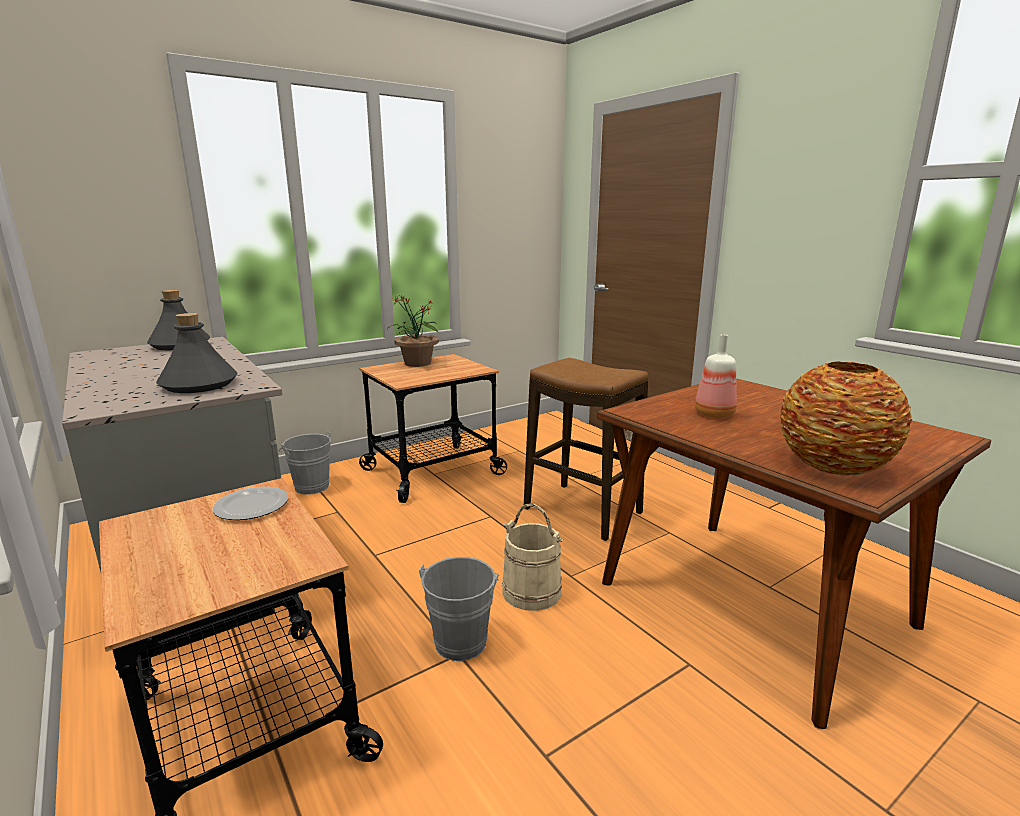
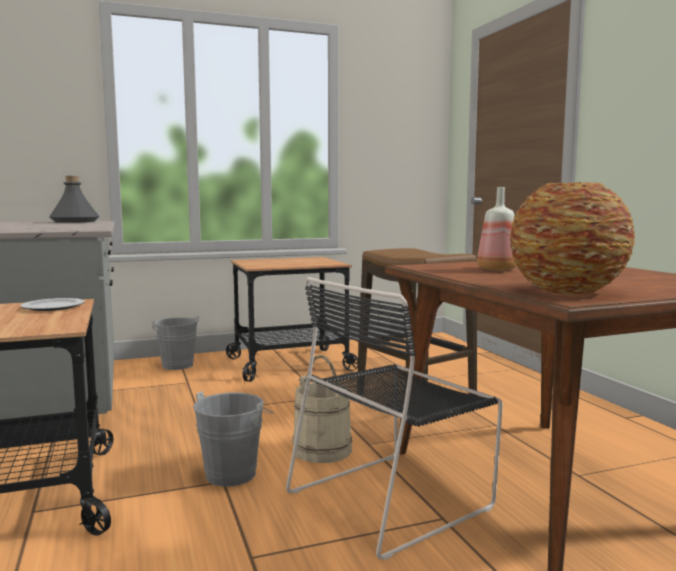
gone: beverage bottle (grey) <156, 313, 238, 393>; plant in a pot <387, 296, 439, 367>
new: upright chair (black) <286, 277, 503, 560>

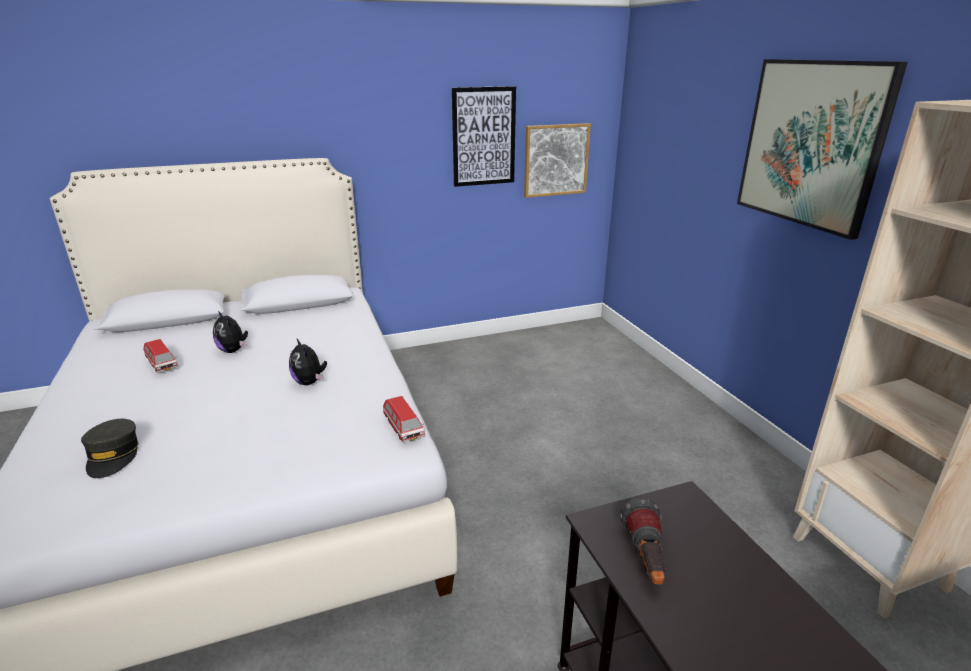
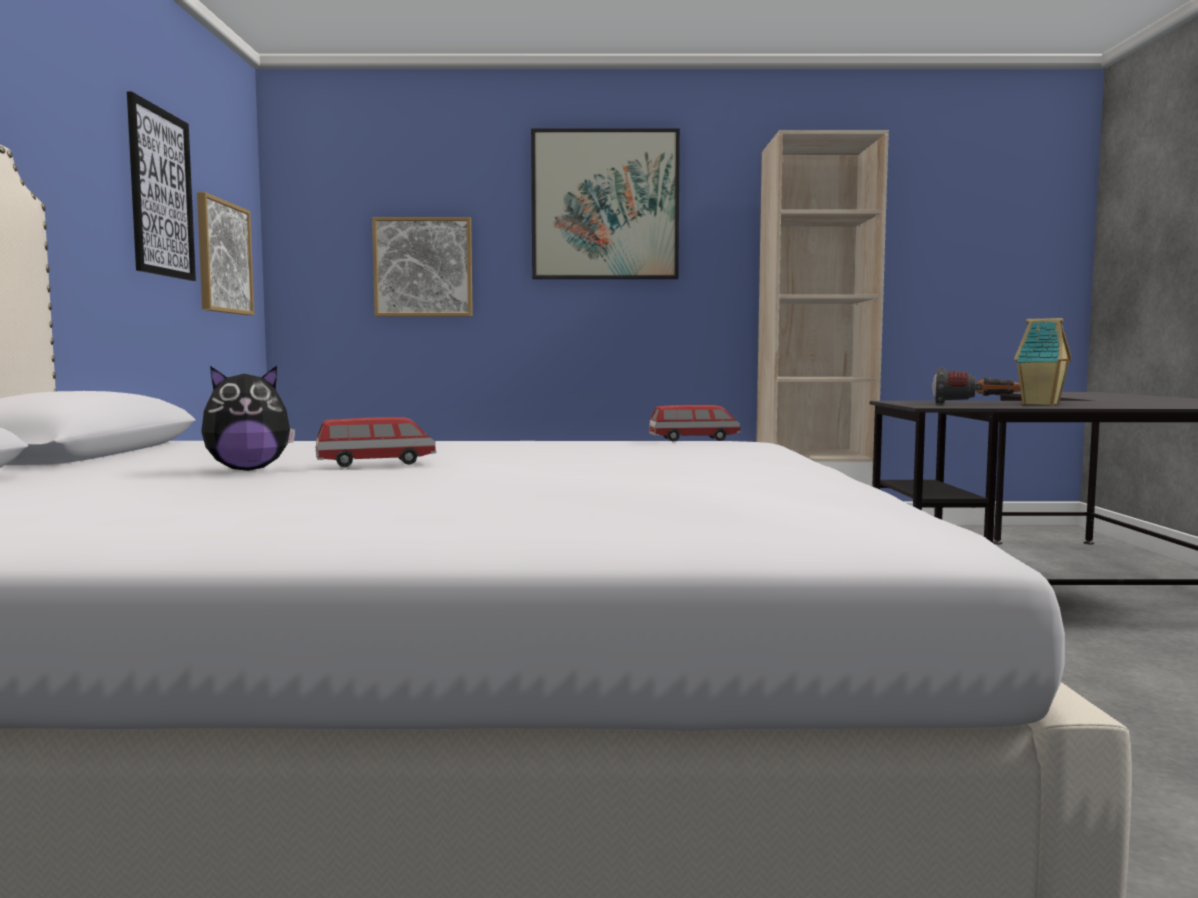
gone: cap (grey) <81, 419, 139, 478>; cuddly toy <289, 339, 327, 385>
new: wall picture <372, 217, 473, 316>; model house <1014, 318, 1072, 405>
shifted: model car <143, 339, 178, 373> to <315, 417, 436, 467>

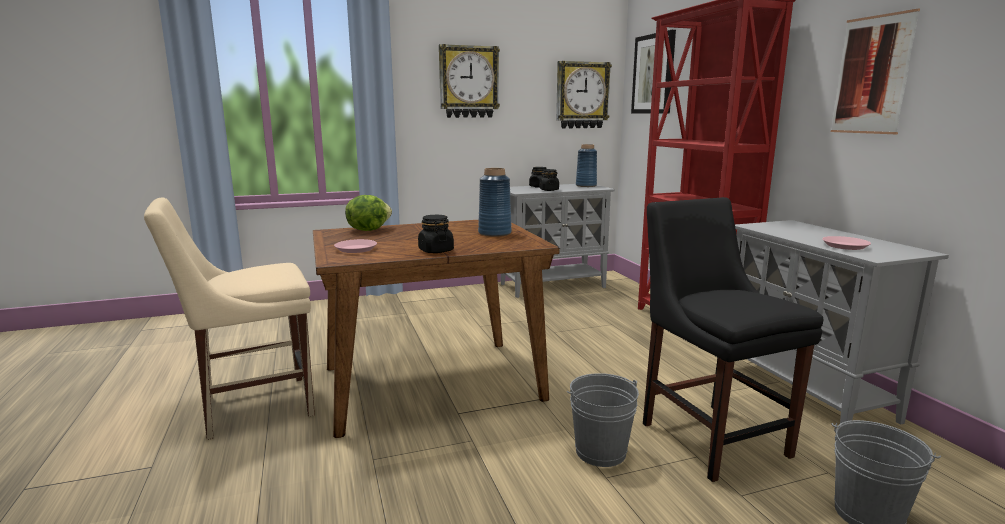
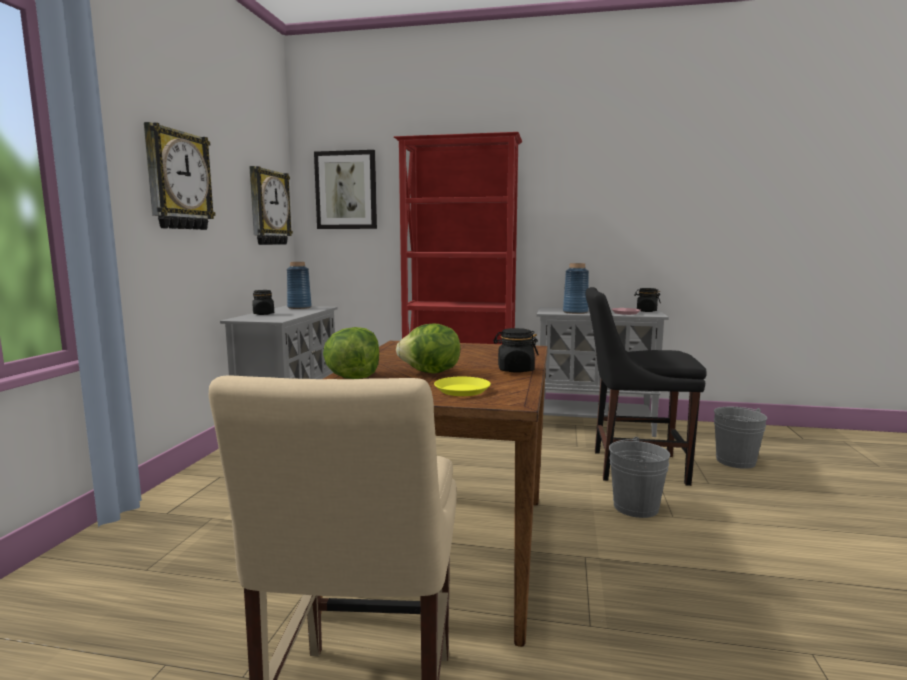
gone: wall picture <831, 9, 920, 134>
new: head of lettuce <396, 323, 460, 374>
shifted: decorative vase (blue-coloured) <478, 168, 512, 237> to <563, 263, 589, 314>; jar (black) <539, 169, 559, 191> to <634, 288, 661, 312>
repainted: plate (pink) <334, 239, 377, 253> to plate (yellowish) <434, 377, 491, 396>

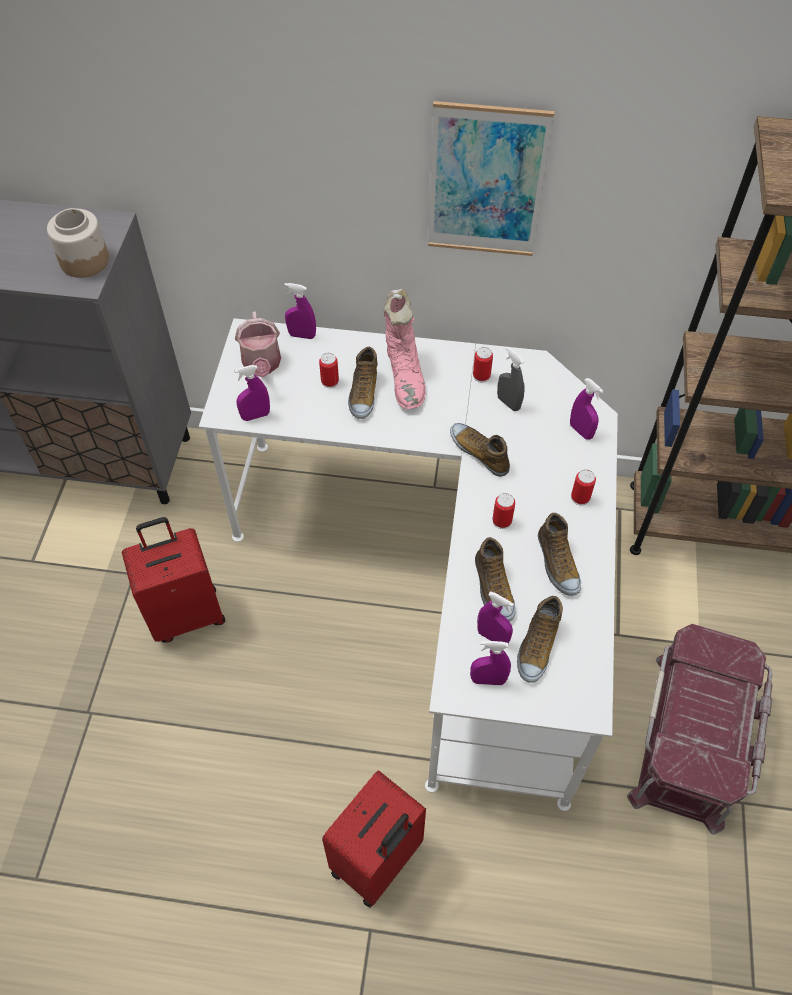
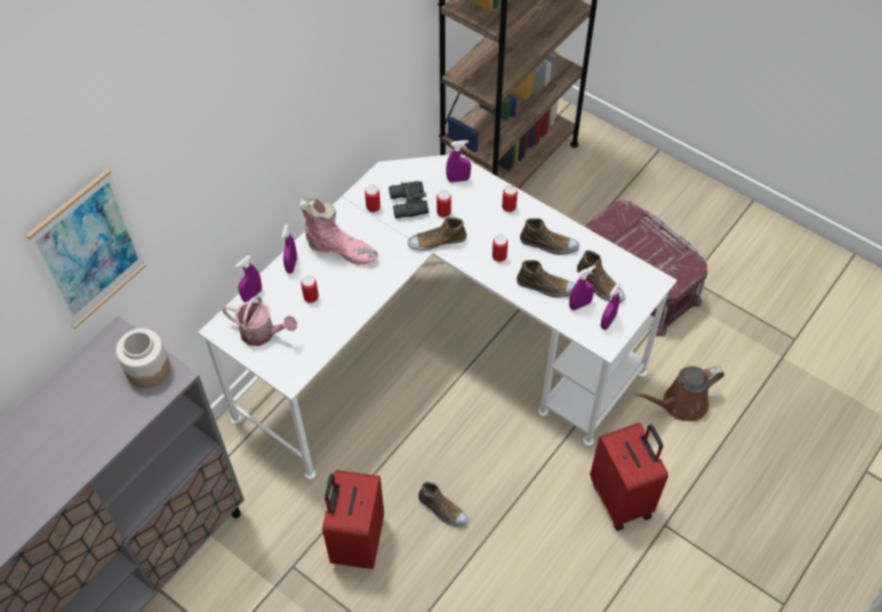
new: sealed can <437, 190, 451, 218>; sprinkling can (brownish) <636, 366, 724, 421>
shifted: wall picture <428, 101, 554, 256> to <26, 169, 147, 329>; sprayer (purplish) <234, 365, 270, 421> to <281, 224, 297, 274>; shoe <348, 347, 377, 419> to <418, 482, 468, 527>
swapped: sprayer (grey) <497, 347, 524, 411> to binoculars (black) <389, 181, 429, 219>

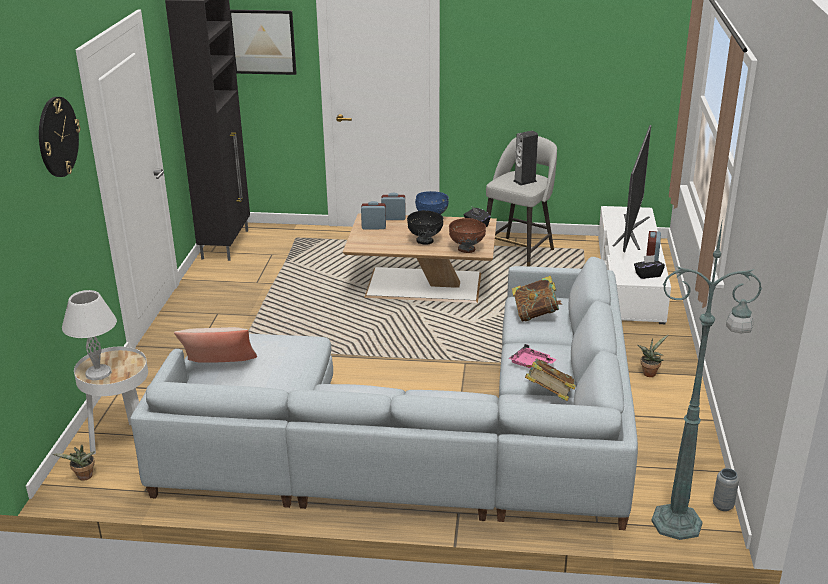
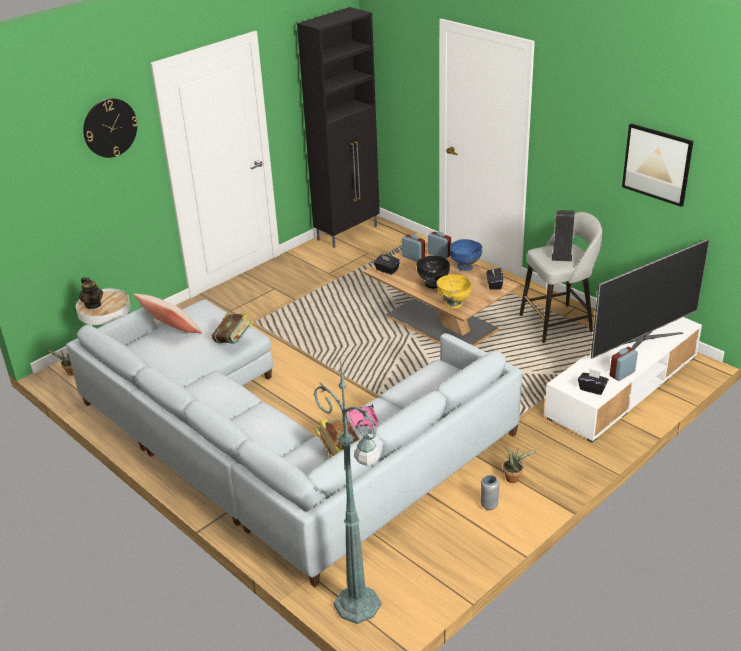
new: tissue box (black) <374, 254, 400, 275>
shifted: bound book <512, 276, 562, 322> to <212, 313, 254, 344>; decorative vase (grey) <713, 468, 739, 511> to <480, 475, 499, 510>; wall picture <230, 10, 297, 75> to <622, 124, 693, 207>
swapped: tabletop lamp (white-coloured) <62, 290, 117, 380> to teapot <79, 277, 103, 309>
repainted: bowl (brownish) <449, 218, 486, 253> to bowl (yellowish) <437, 274, 471, 309>

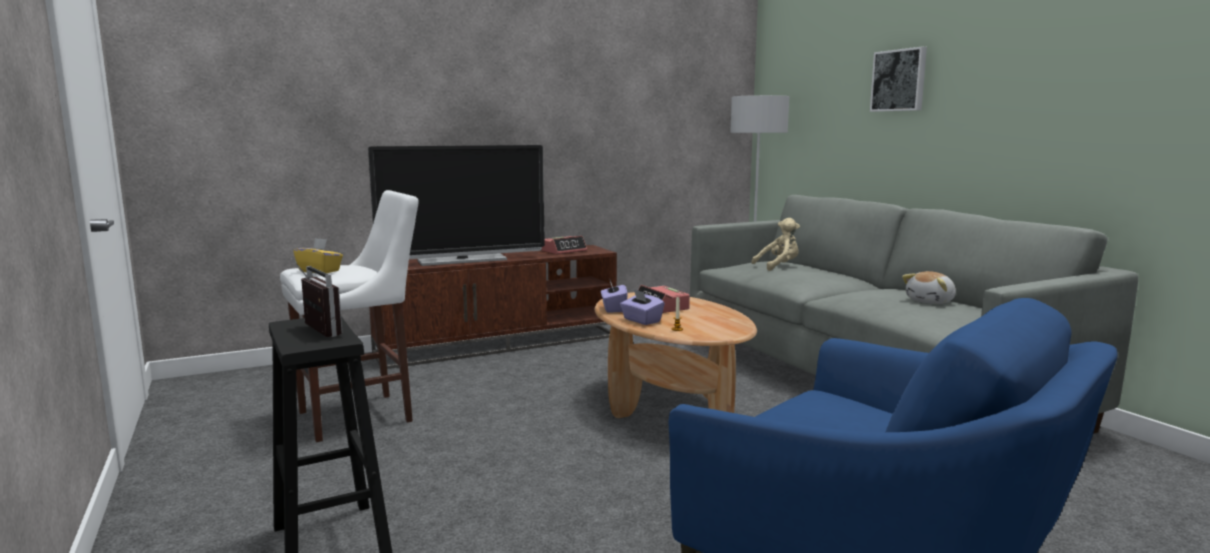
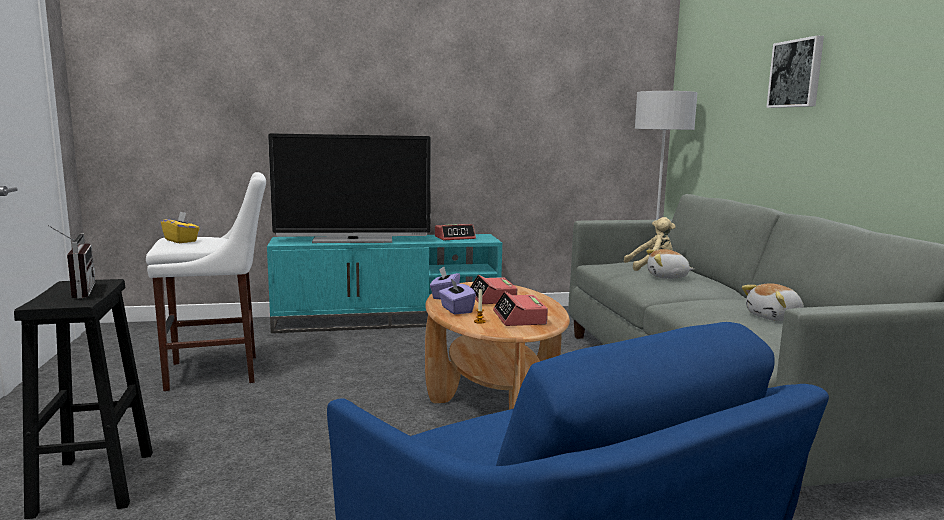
new: alarm clock <493, 292, 548, 326>; cuddly toy <646, 249, 694, 279>
repainted: media console (brownish) <369, 245, 617, 369> to media console (blue-green) <267, 234, 502, 333>

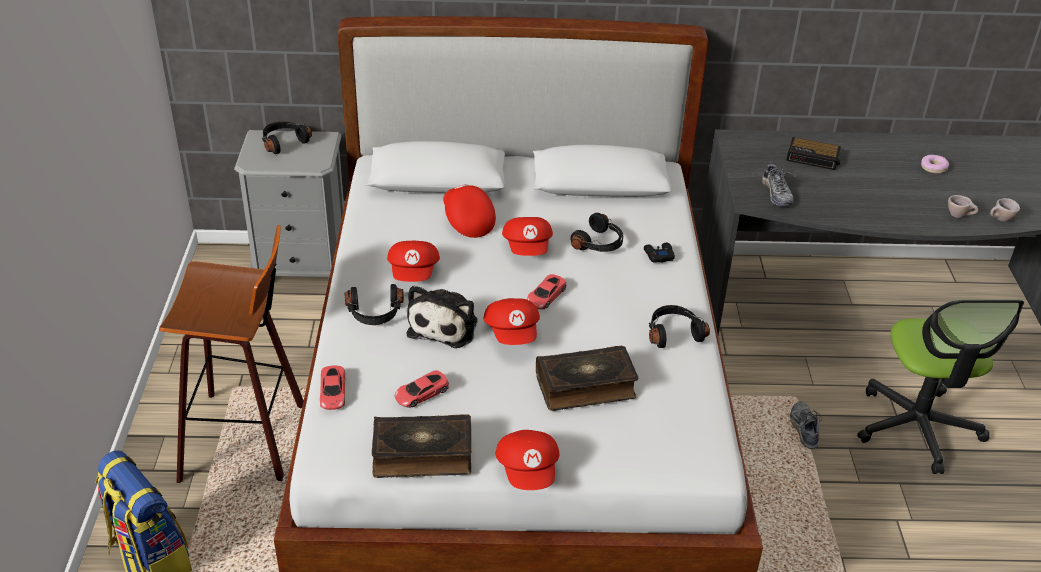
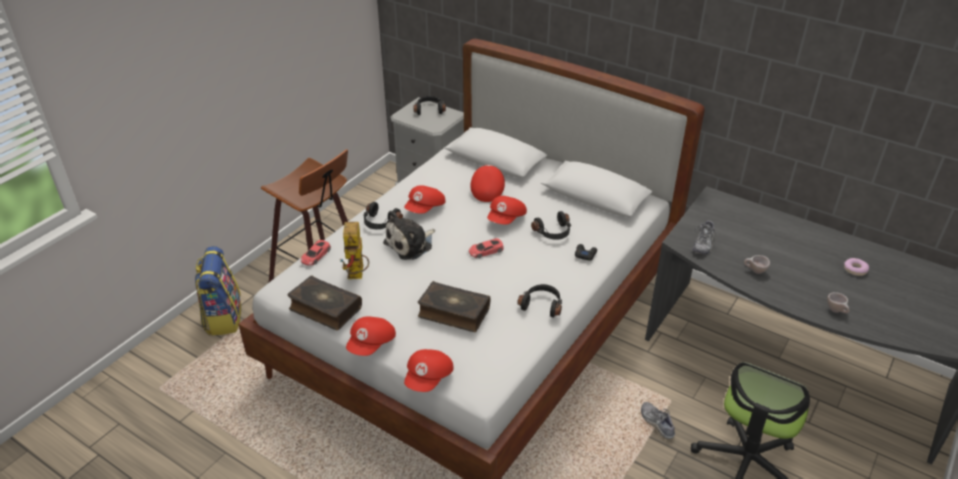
gone: alarm clock <786, 137, 841, 170>
shifted: cap (red) <484, 298, 540, 345> to <404, 349, 454, 392>; small cup (sand-coloured) <990, 198, 1020, 222> to <744, 255, 770, 274>
swapped: model car (red) <395, 370, 449, 408> to model robot <340, 222, 369, 279>
rotated: shoe <790, 402, 822, 449> = <641, 402, 675, 439> 60 degrees counterclockwise

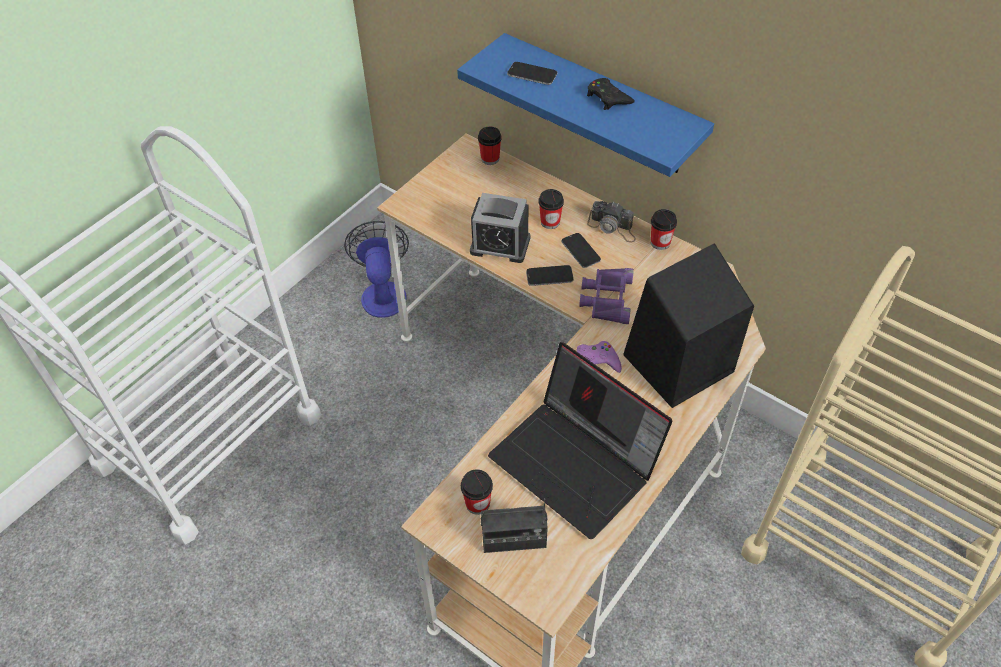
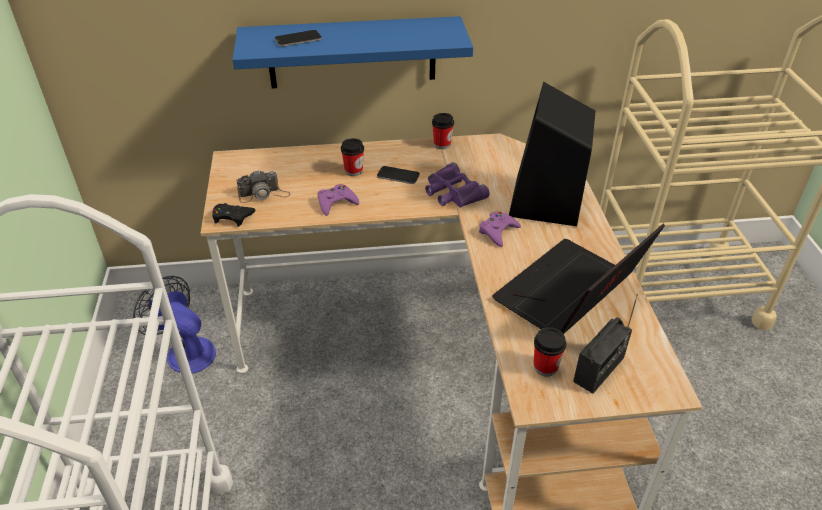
gone: small cup <478, 127, 502, 165>; telephone <526, 265, 574, 286>
shifted: joypad (black) <587, 78, 635, 110> to <212, 203, 255, 227>; photo camera <587, 201, 636, 242> to <237, 171, 291, 203>
swapped: alarm clock <470, 193, 531, 263> to joypad (purplish) <317, 184, 359, 216>
rotated: portable computer <488, 342, 672, 539> = <492, 223, 665, 334> 135 degrees clockwise

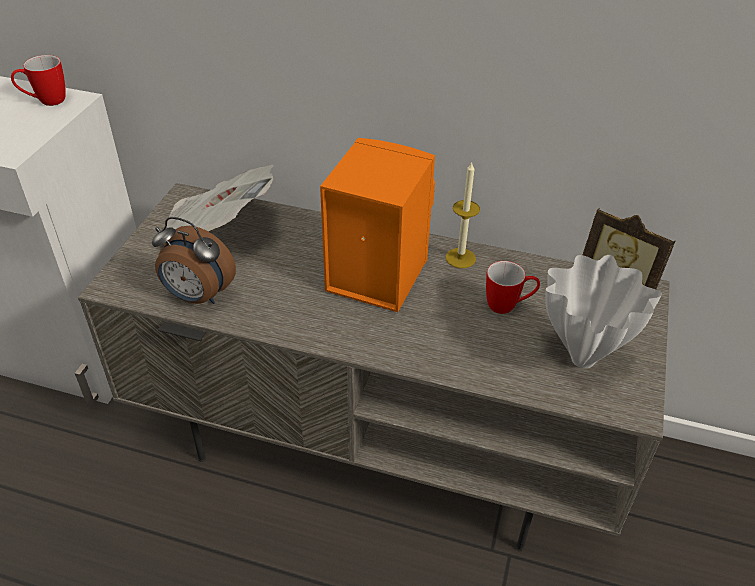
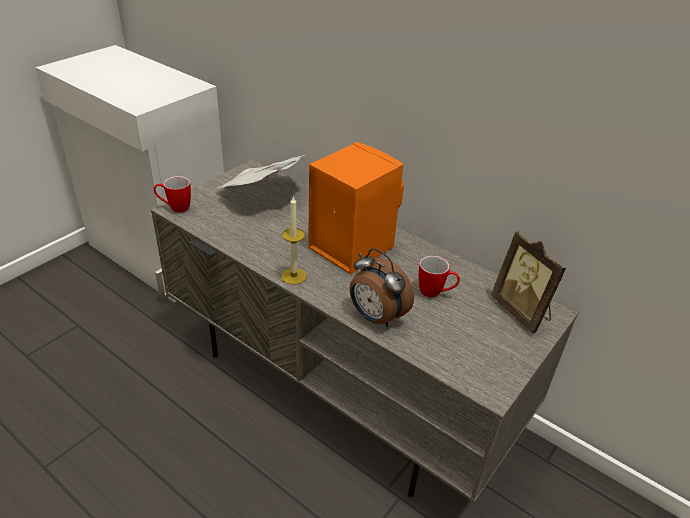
gone: decorative vase (white-coloured) <545, 255, 662, 369>
shifted: tea mug <11, 55, 66, 106> to <154, 176, 191, 213>; candle <445, 162, 480, 268> to <281, 197, 306, 285>; alarm clock <152, 217, 236, 304> to <350, 249, 414, 327>

